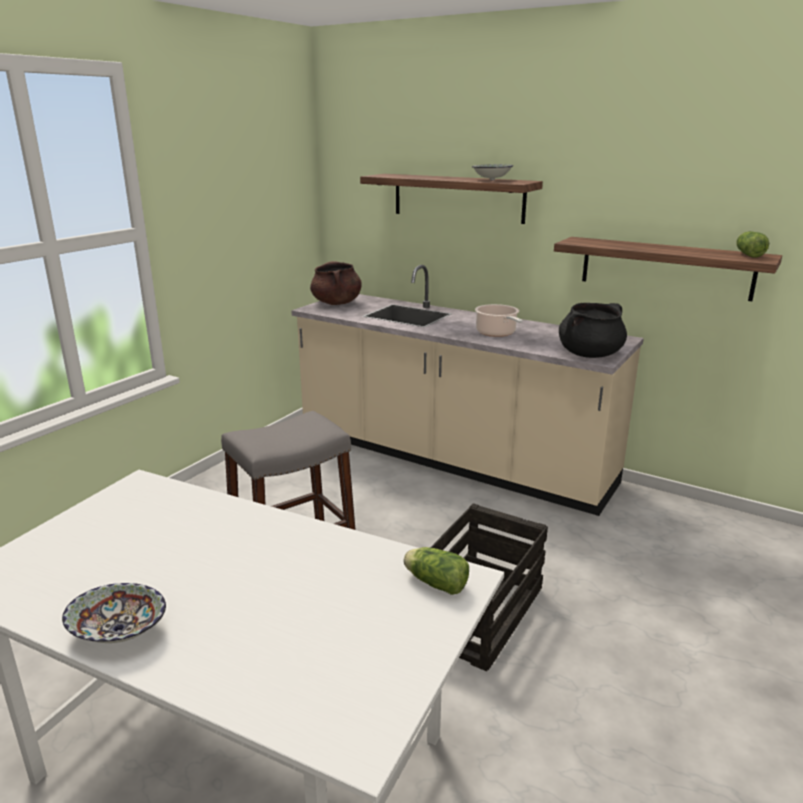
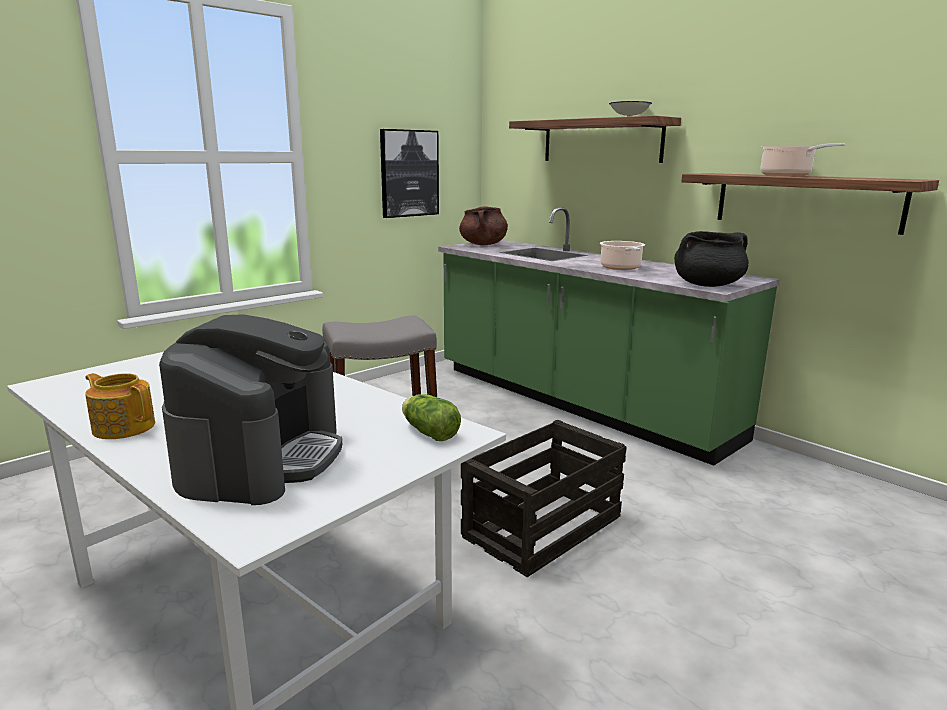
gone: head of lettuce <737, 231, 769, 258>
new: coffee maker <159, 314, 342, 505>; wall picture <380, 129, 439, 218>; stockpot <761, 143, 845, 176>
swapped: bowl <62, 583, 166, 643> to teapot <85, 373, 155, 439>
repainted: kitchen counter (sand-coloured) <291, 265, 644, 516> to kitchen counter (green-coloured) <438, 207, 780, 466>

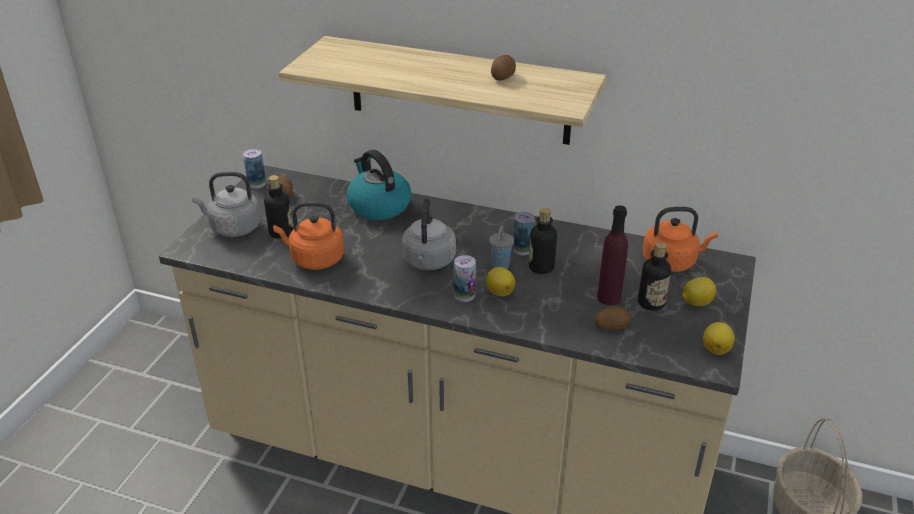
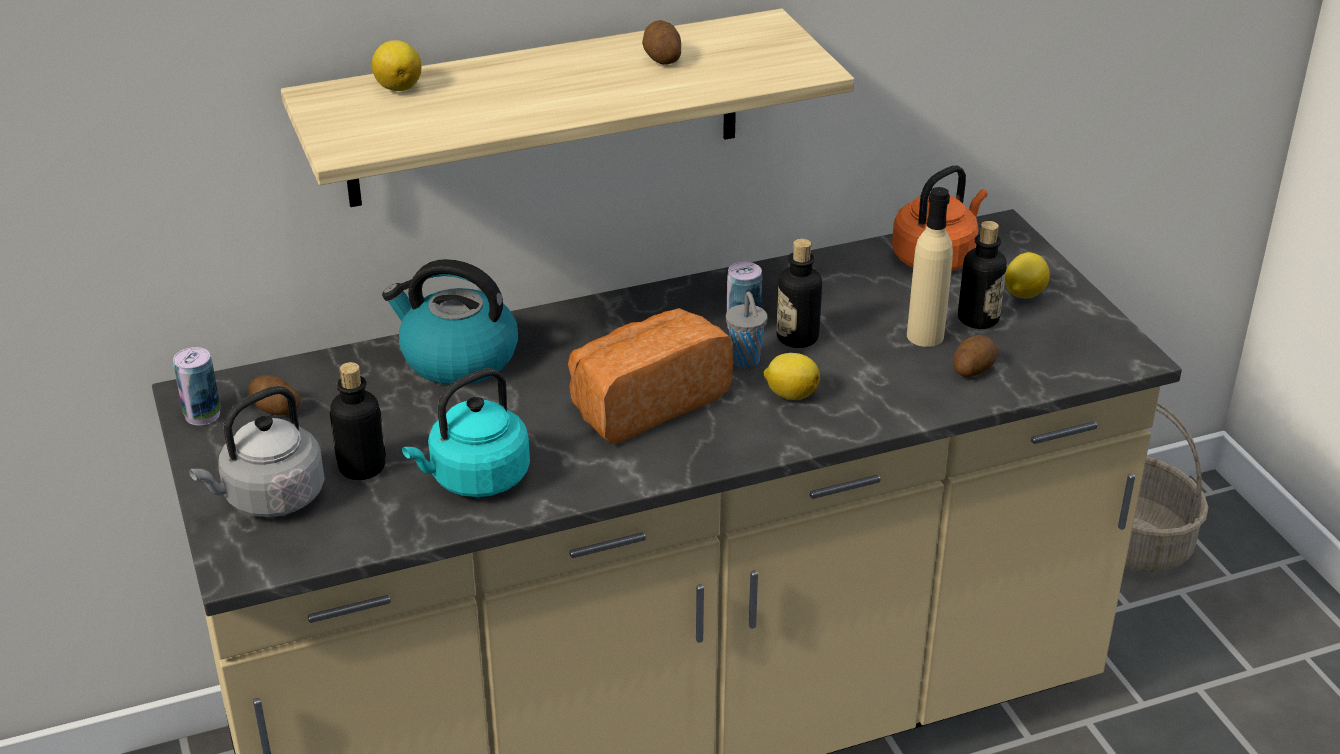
gone: sealed can <454, 255, 476, 302>
shifted: lemon <703, 322, 735, 355> to <372, 40, 421, 91>
swapped: kettle (grey) <402, 198, 456, 270> to bakery bread <568, 308, 733, 443>
repainted: kettle (orangey) <273, 202, 344, 270> to kettle (blue-green) <402, 368, 530, 497>; beverage bottle (purplish) <597, 205, 628, 305> to beverage bottle (sand-coloured) <907, 187, 953, 347>

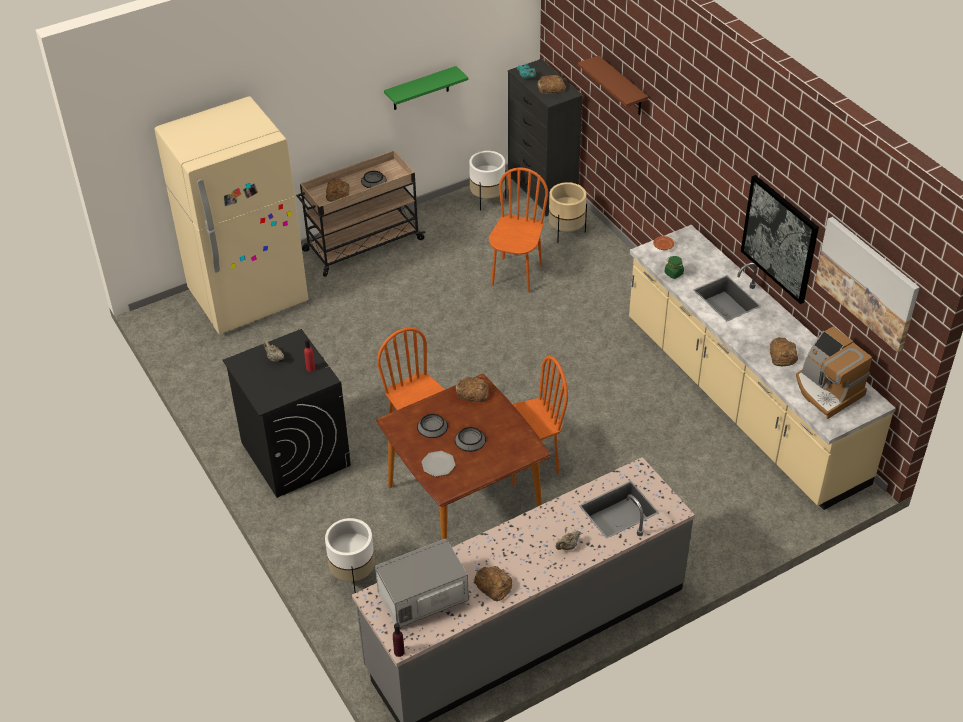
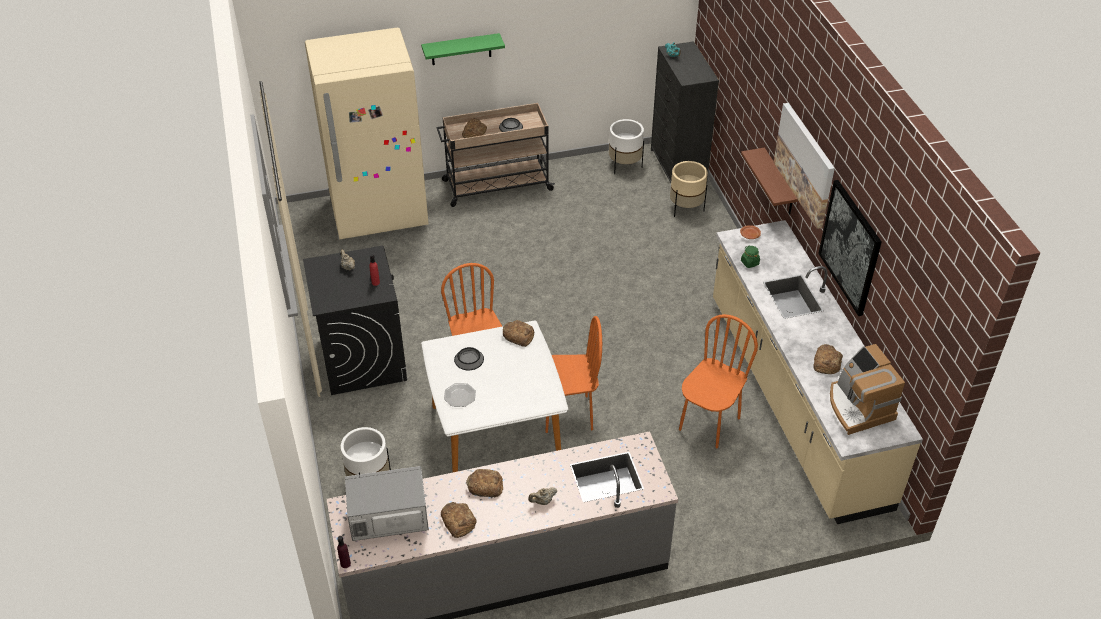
gone: bowl <455, 427, 486, 452>
shifted: wall shelf (green-coloured) <384, 66, 468, 110> to <421, 33, 505, 65>; bakery bread <537, 75, 566, 94> to <466, 469, 503, 497>; upright chair (orangey) <489, 167, 548, 292> to <679, 314, 758, 448>; wall shelf (brownish) <578, 55, 648, 115> to <741, 148, 798, 214>; wall picture <815, 217, 920, 353> to <774, 103, 835, 229>
repainted: dinner table (brownish) <376, 374, 551, 540> to dinner table (white-coloured) <421, 320, 568, 473>

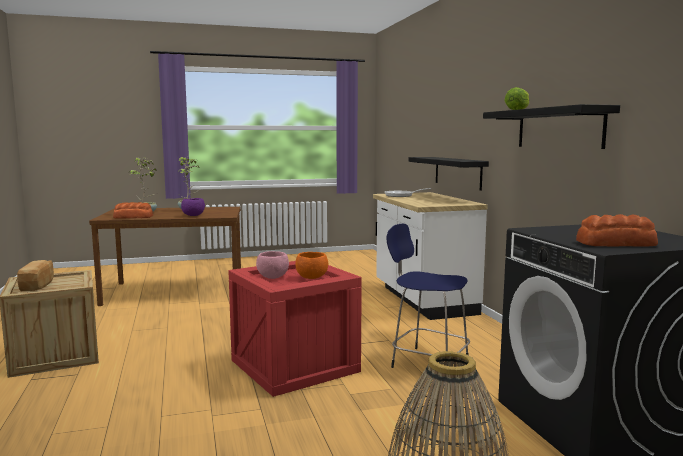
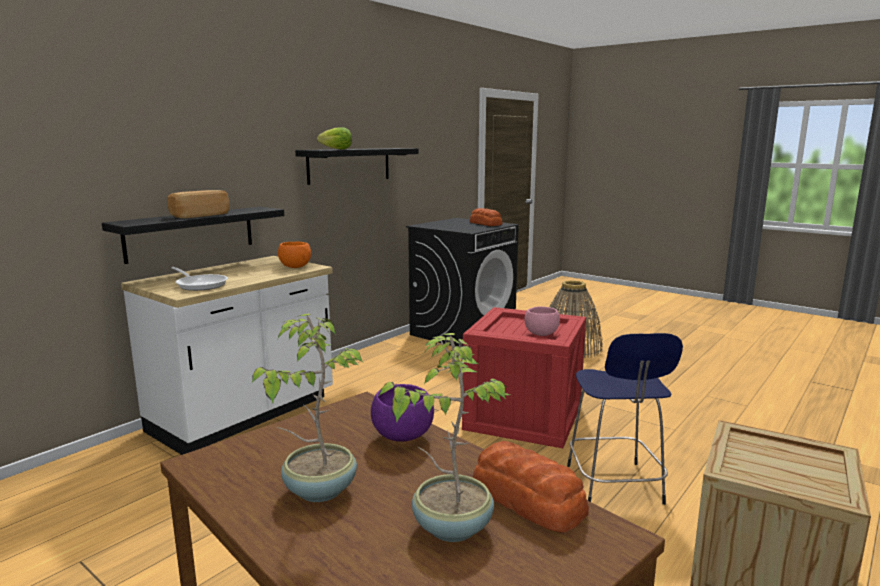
shifted: bakery bread <17, 260, 54, 291> to <167, 190, 229, 218>; bowl (orangey) <295, 252, 328, 279> to <278, 241, 311, 268>; stool seat (blue-coloured) <386, 224, 470, 368> to <567, 333, 683, 505>

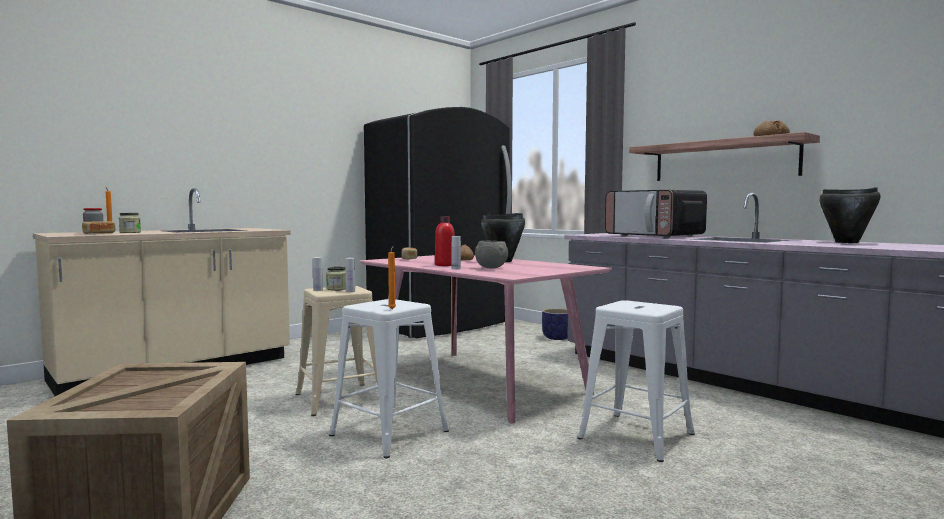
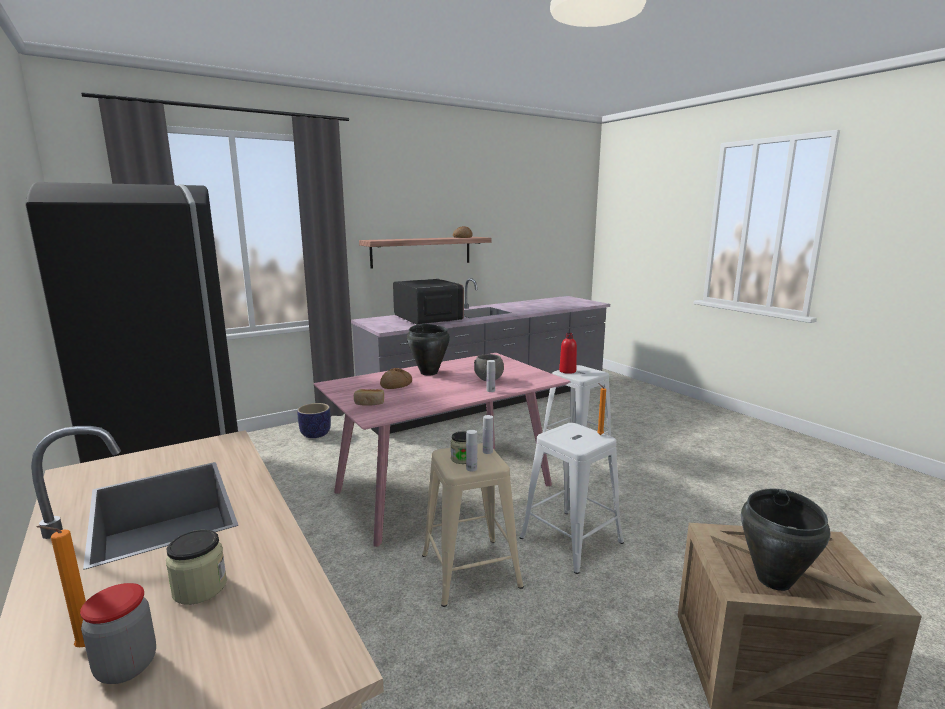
gone: bakery bread <82, 221, 116, 234>
shifted: beverage bottle (red) <435, 216, 455, 266> to <559, 333, 577, 374>; stockpot (black) <819, 187, 881, 243> to <741, 488, 830, 591>
rotated: microwave oven <605, 190, 707, 238> = <393, 279, 464, 325> 90 degrees counterclockwise

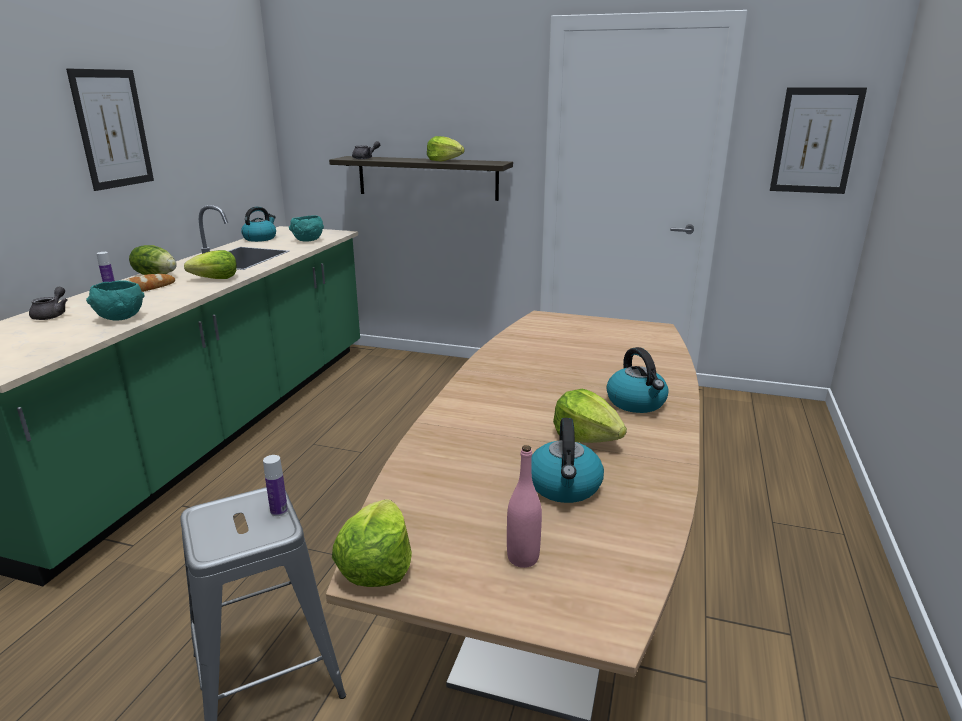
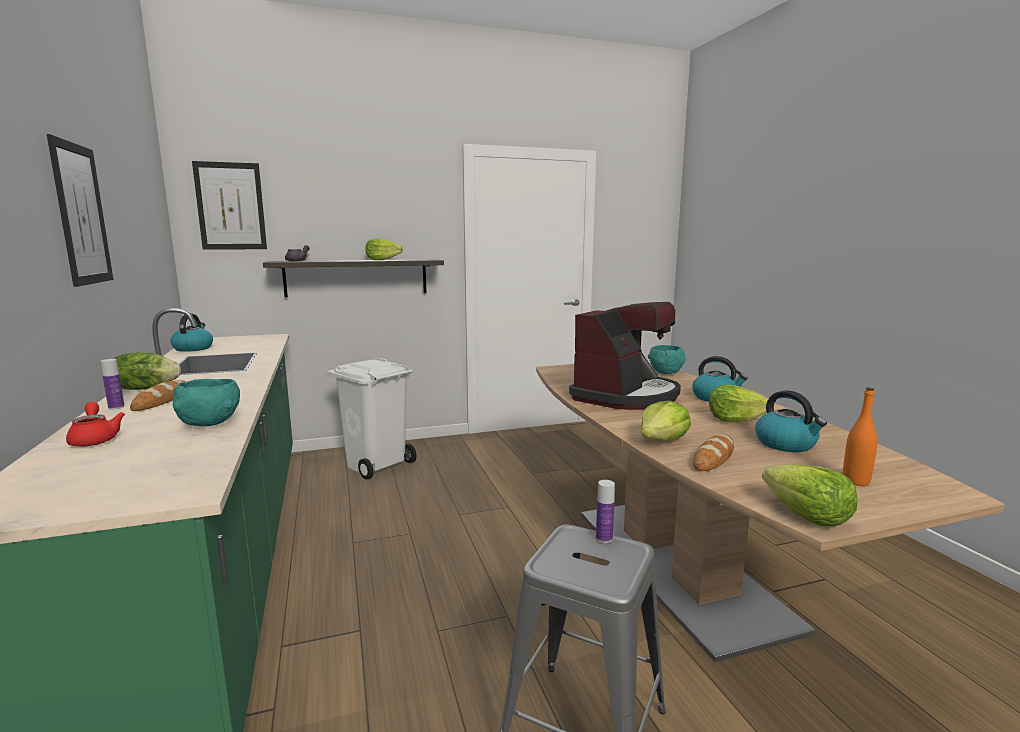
new: trash can (white-coloured) <327, 358, 417, 480>; coffee maker <569, 302, 681, 410>; bakery bread <693, 434, 734, 471>
shifted: wall picture <770, 87, 867, 194> to <192, 161, 267, 250>; head of lettuce <184, 250, 237, 279> to <640, 401, 691, 441>; bowl (blue-green) <289, 216, 324, 241> to <648, 345, 686, 374>
repainted: teapot (grey) <29, 287, 67, 320> to teapot (red) <66, 402, 125, 446>; beverage bottle (pink) <507, 445, 542, 568> to beverage bottle (orangey) <843, 388, 877, 486>

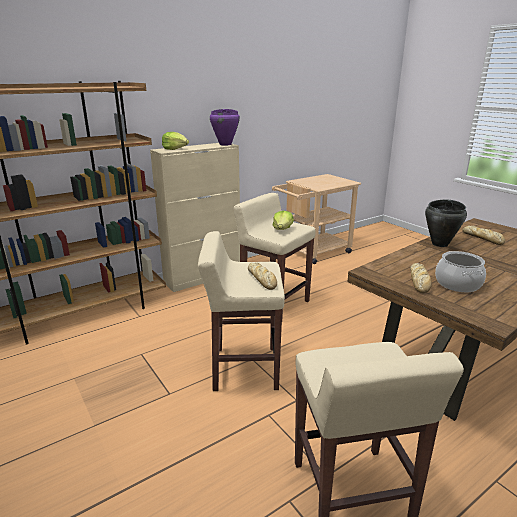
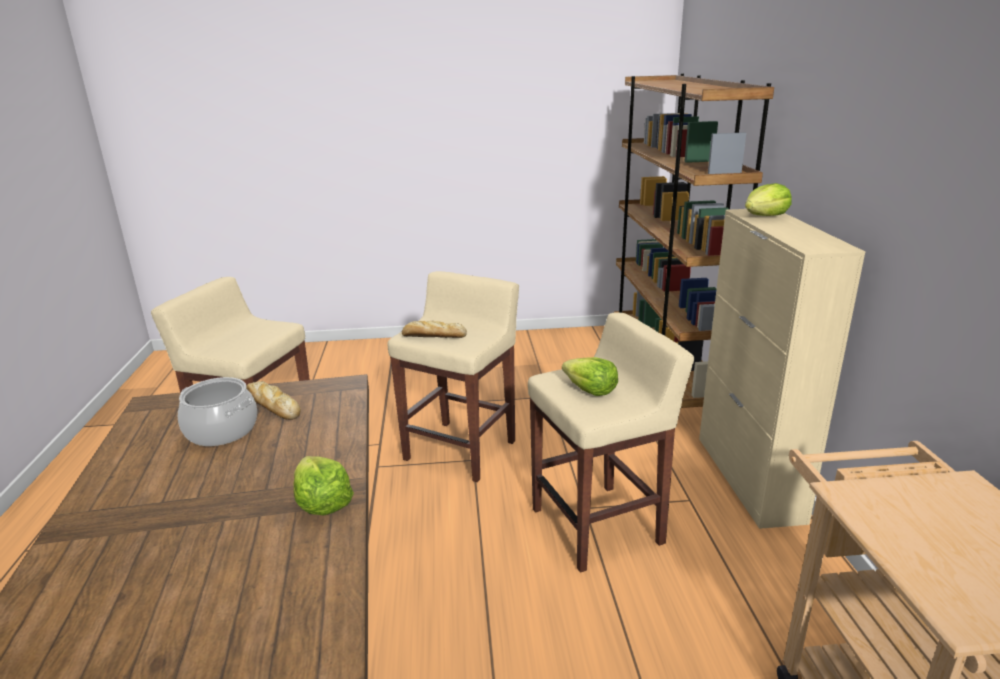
gone: stockpot (purplish) <210, 109, 240, 146>; bakery bread <462, 226, 505, 245>
swapped: stockpot (black) <425, 200, 467, 247> to head of lettuce <294, 456, 354, 515>

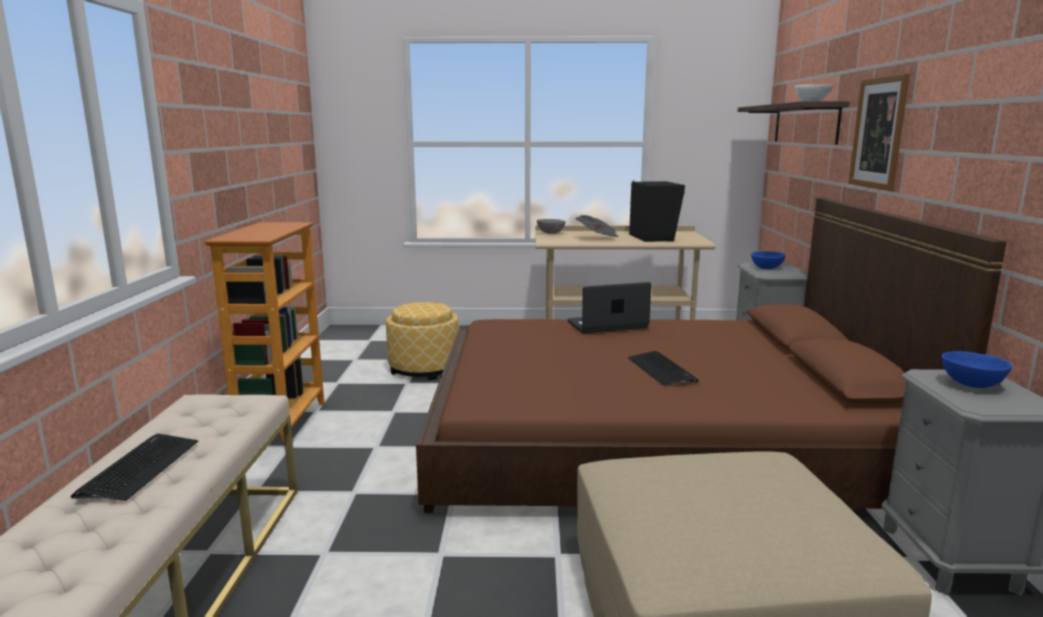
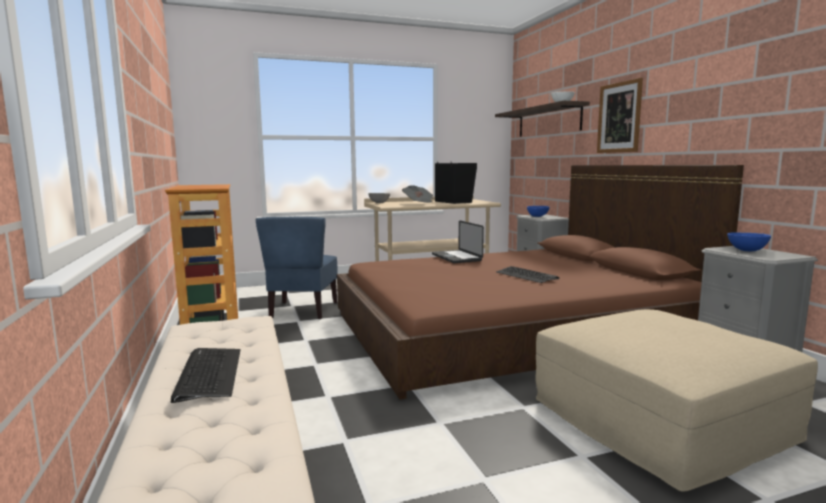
swapped: ottoman <386, 302, 459, 381> to upright chair (blue-coloured) <256, 217, 338, 319>
rotated: portable computer <568, 282, 652, 333> = <432, 220, 484, 263> 75 degrees counterclockwise

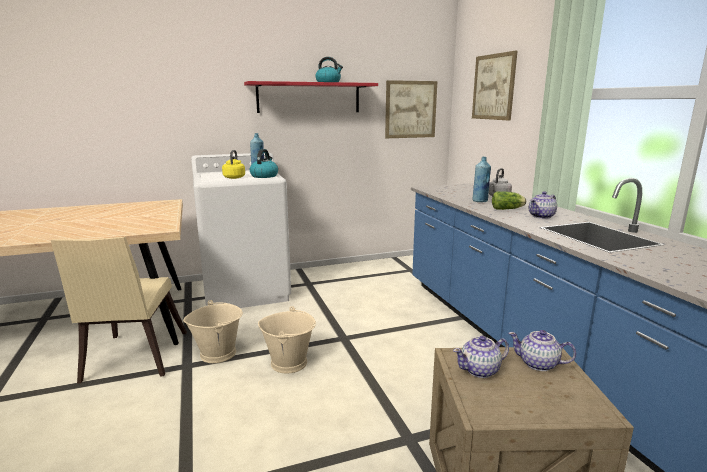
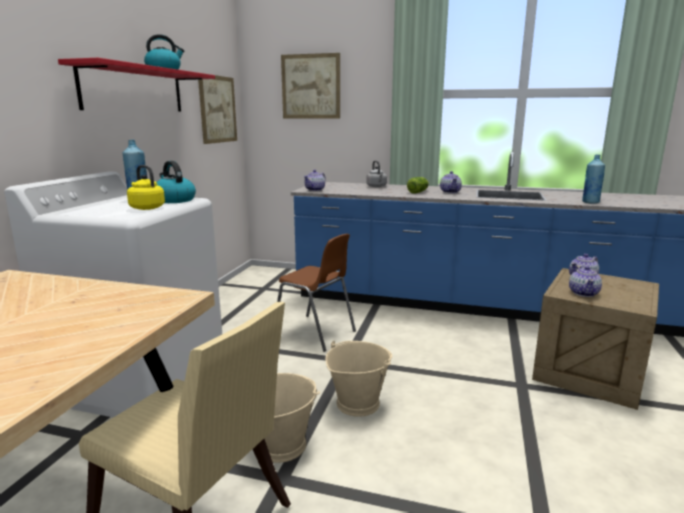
new: upright chair (brownish) <277, 234, 356, 352>; teapot <304, 170, 326, 191>
shifted: beverage bottle (blue-coloured) <473, 157, 491, 202> to <582, 155, 605, 204>

